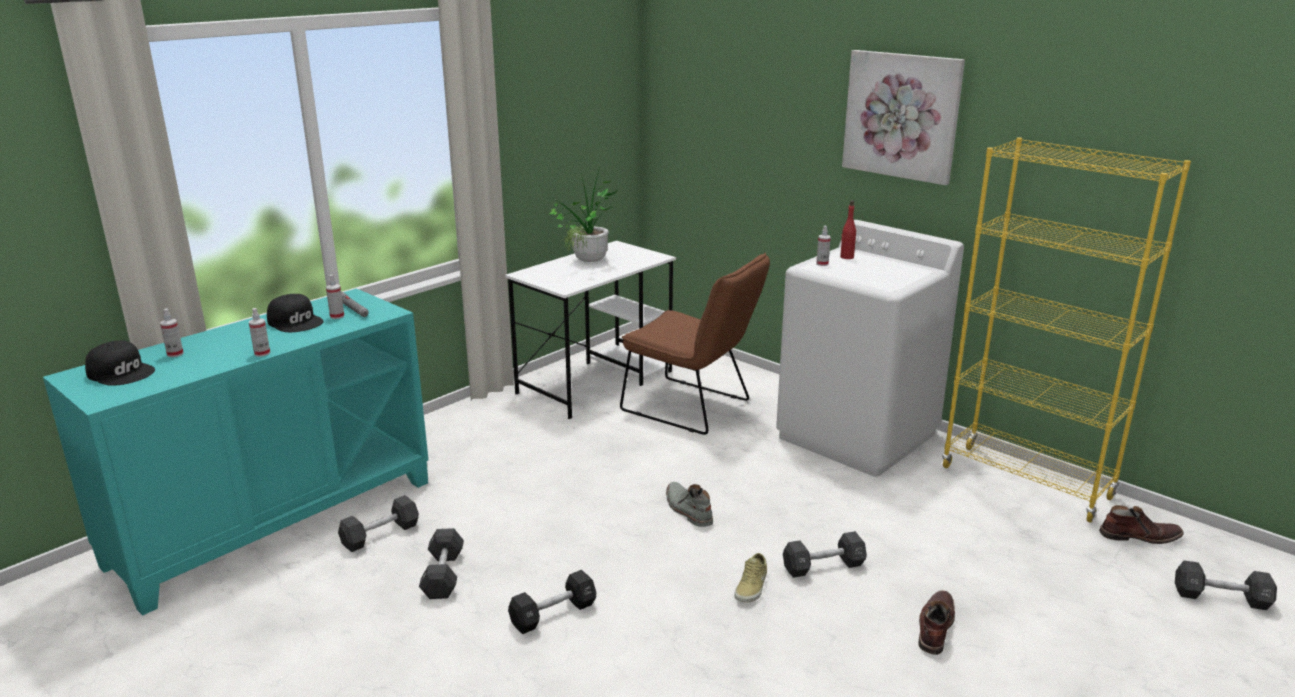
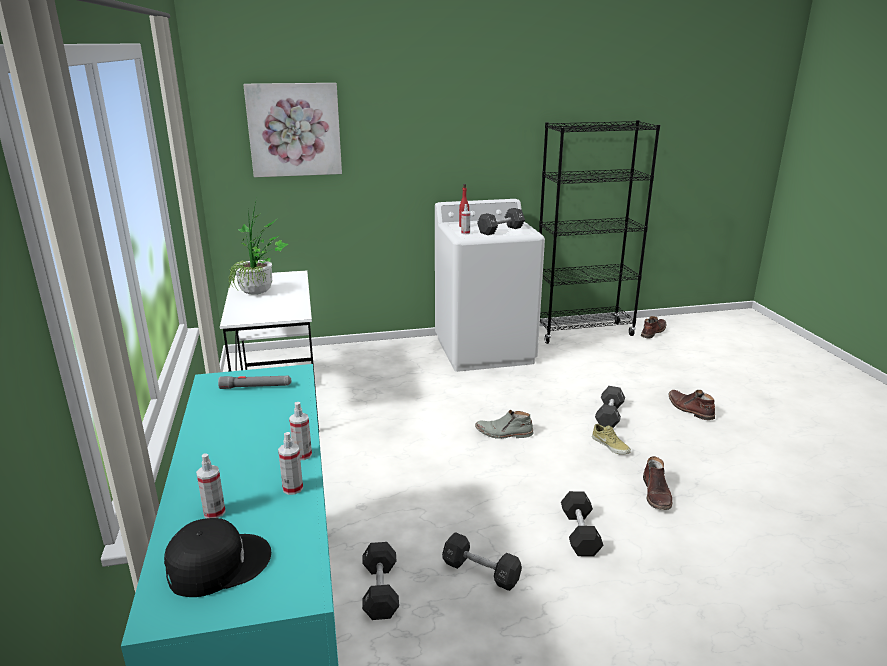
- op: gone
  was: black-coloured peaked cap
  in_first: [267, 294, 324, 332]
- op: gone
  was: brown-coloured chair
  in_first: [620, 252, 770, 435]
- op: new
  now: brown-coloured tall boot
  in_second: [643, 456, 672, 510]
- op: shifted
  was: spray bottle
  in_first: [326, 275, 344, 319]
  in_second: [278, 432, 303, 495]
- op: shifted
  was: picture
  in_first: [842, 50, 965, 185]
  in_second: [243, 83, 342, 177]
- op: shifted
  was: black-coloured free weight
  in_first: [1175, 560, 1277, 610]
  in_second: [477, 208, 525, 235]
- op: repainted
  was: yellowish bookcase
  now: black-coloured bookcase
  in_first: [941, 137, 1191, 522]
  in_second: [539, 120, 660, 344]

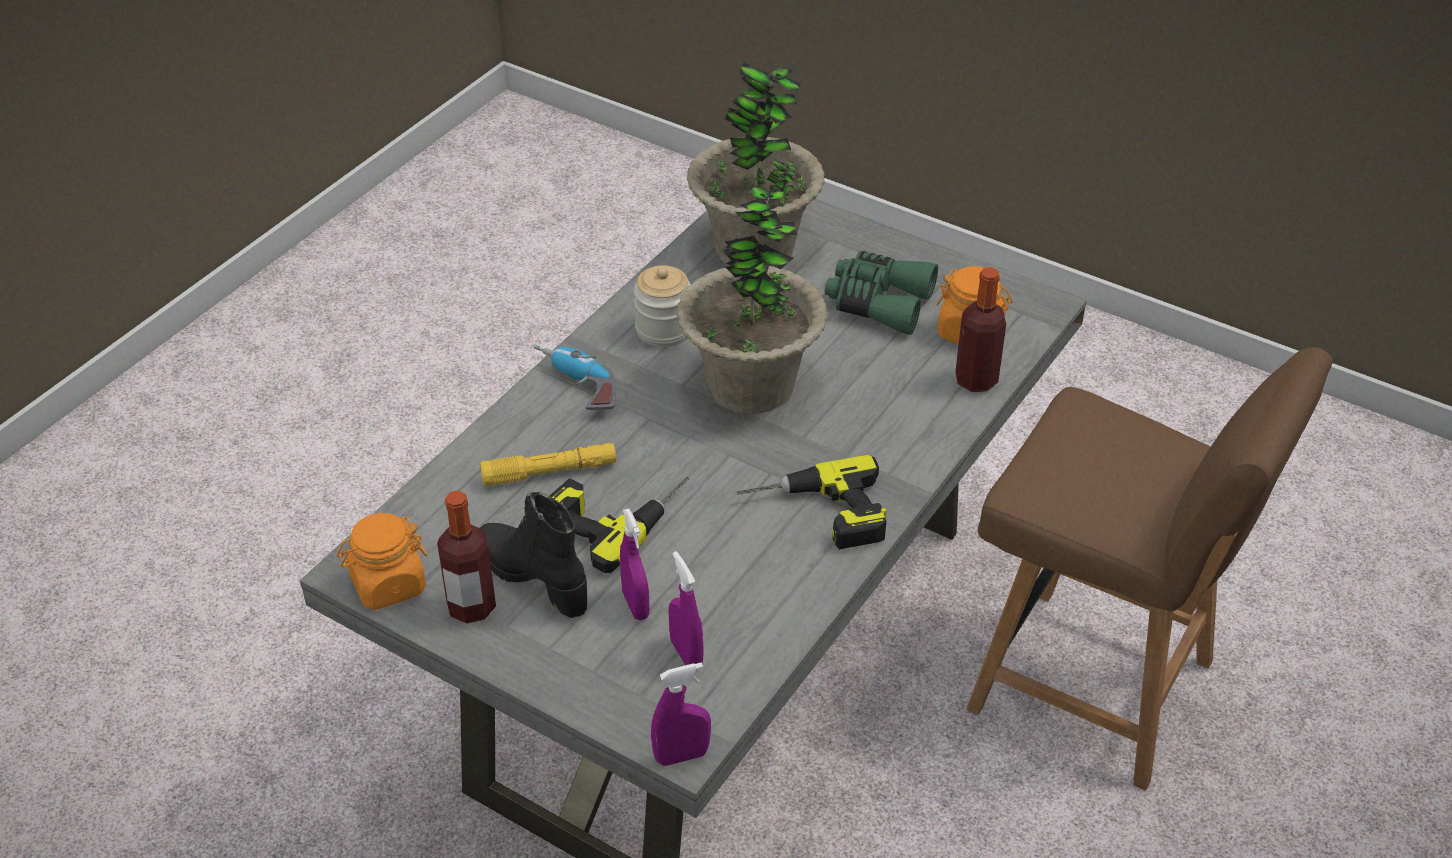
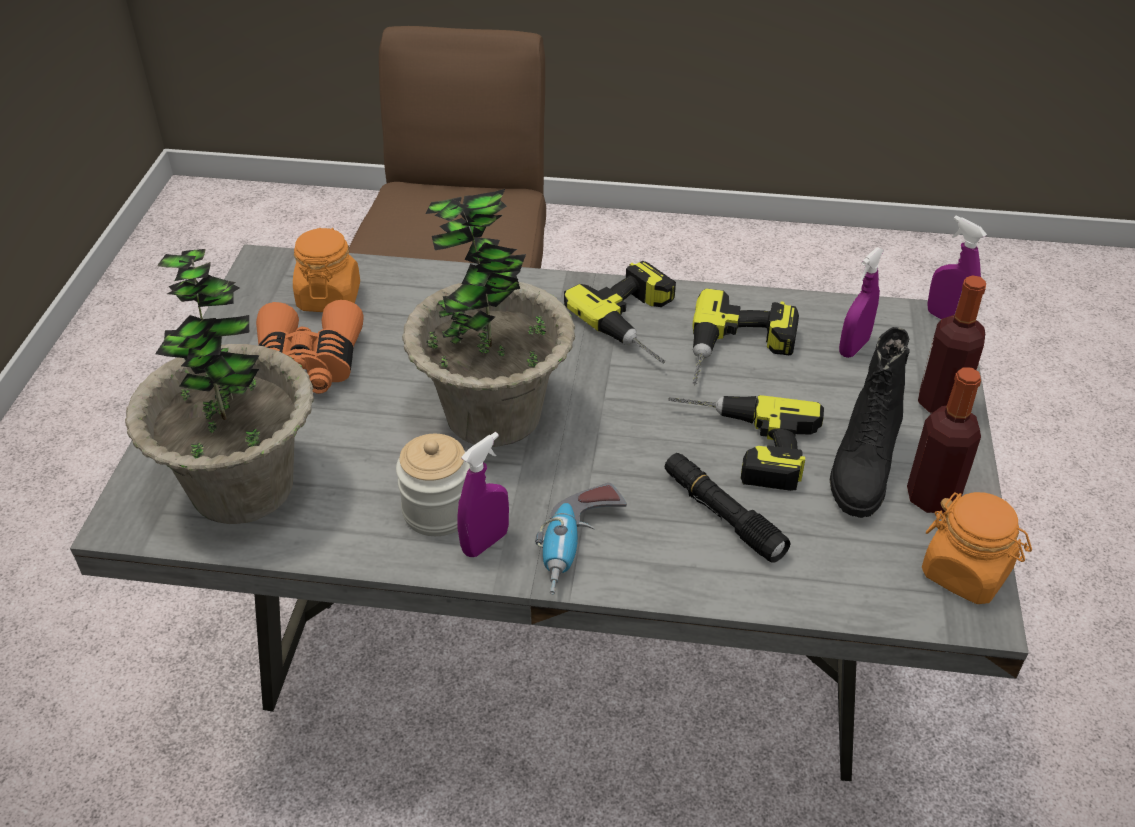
- op: new
  now: drill
  in_second: [692, 288, 799, 385]
- op: shifted
  was: purple-coloured spray bottle
  in_first: [620, 509, 650, 620]
  in_second: [457, 432, 509, 557]
- op: shifted
  was: beverage bottle
  in_first: [955, 267, 1006, 392]
  in_second: [918, 275, 986, 414]
- op: repainted
  was: yellowish flashlight
  now: black-coloured flashlight
  in_first: [480, 443, 616, 486]
  in_second: [665, 453, 791, 563]
- op: repainted
  was: green pair of binoculars
  now: orange-coloured pair of binoculars
  in_first: [825, 251, 938, 335]
  in_second: [256, 300, 363, 394]

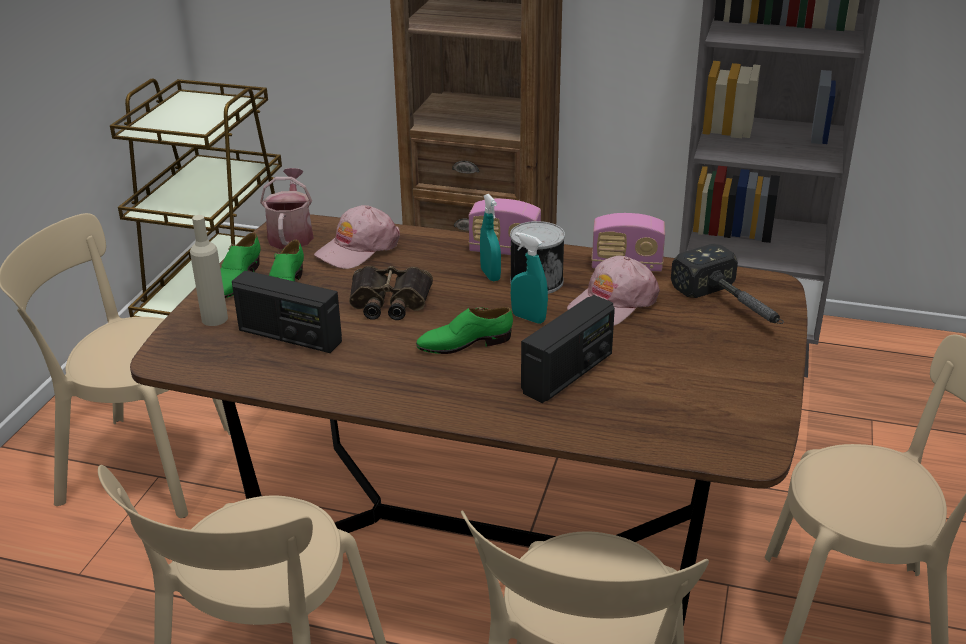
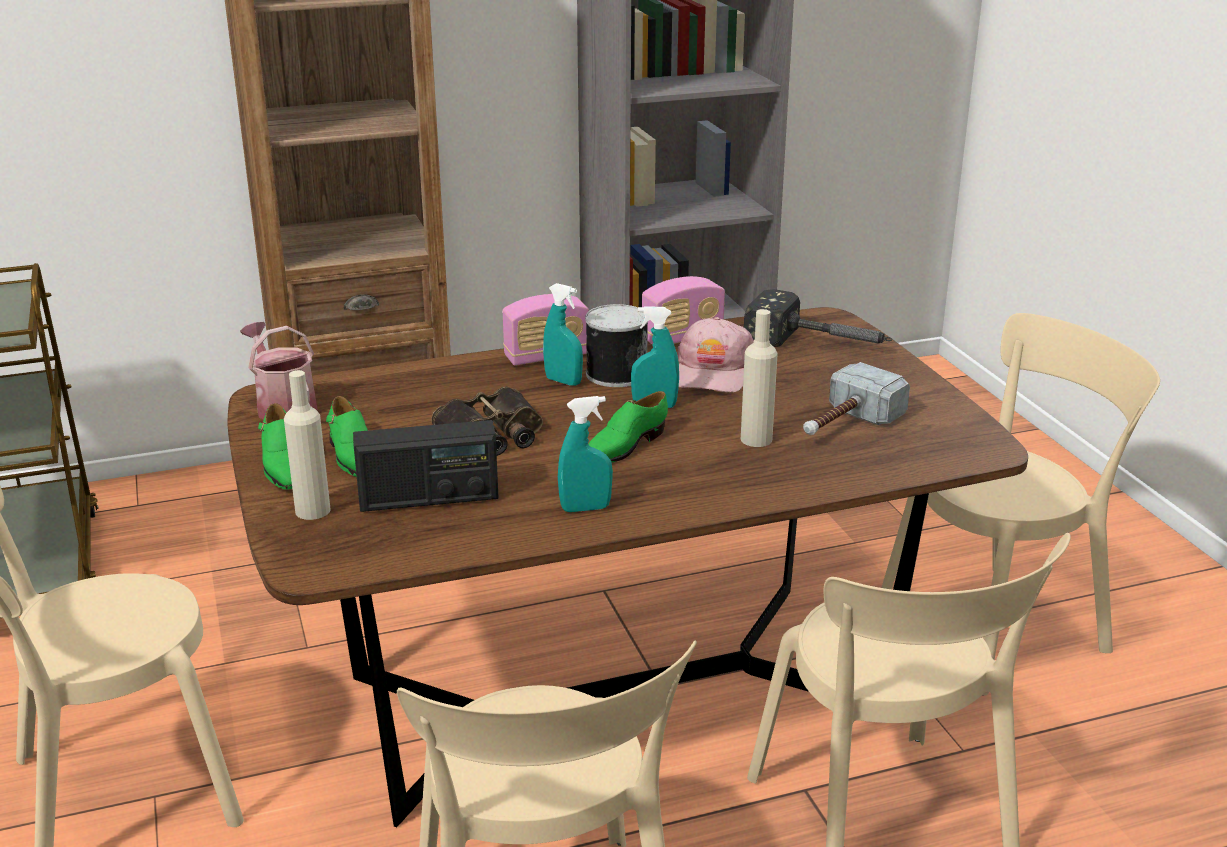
- op: gone
  was: pink peaked cap
  in_first: [314, 205, 400, 269]
- op: new
  now: blue-green spray bottle
  in_second: [558, 396, 613, 512]
- op: new
  now: hand hammer
  in_second: [803, 362, 910, 435]
- op: swapped
  was: radio set
  now: beige beverage bottle
  in_first: [521, 295, 615, 403]
  in_second: [741, 309, 778, 447]

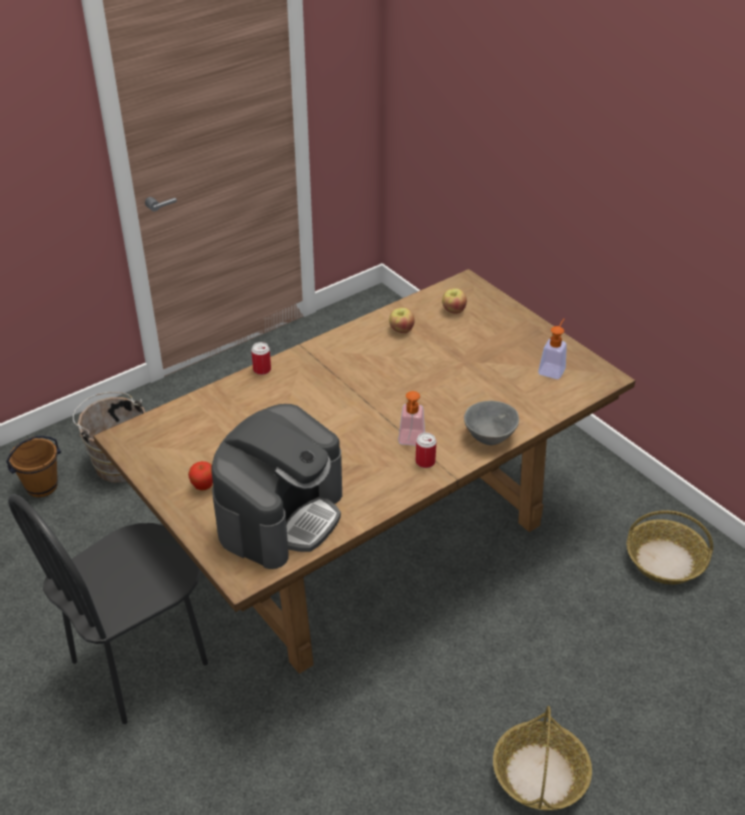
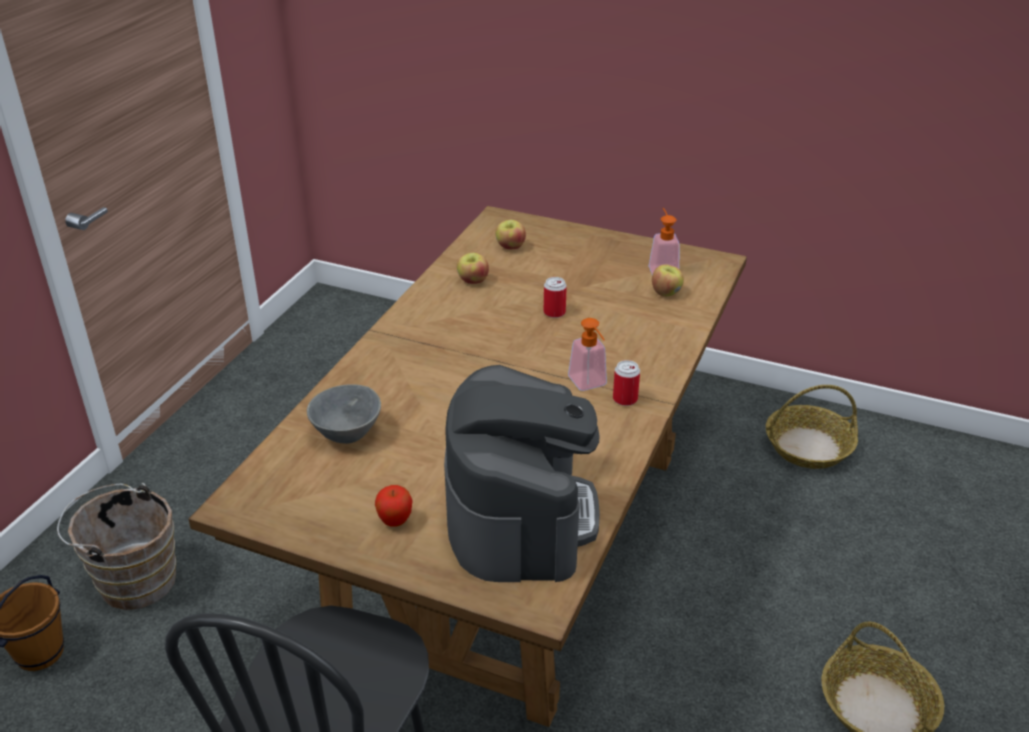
- op: new
  now: apple
  in_second: [652, 265, 684, 297]
- op: shifted
  was: sealed can
  in_first: [251, 342, 271, 375]
  in_second: [544, 277, 567, 318]
- op: shifted
  was: greyish serving bowl
  in_first: [464, 401, 519, 445]
  in_second: [307, 384, 381, 444]

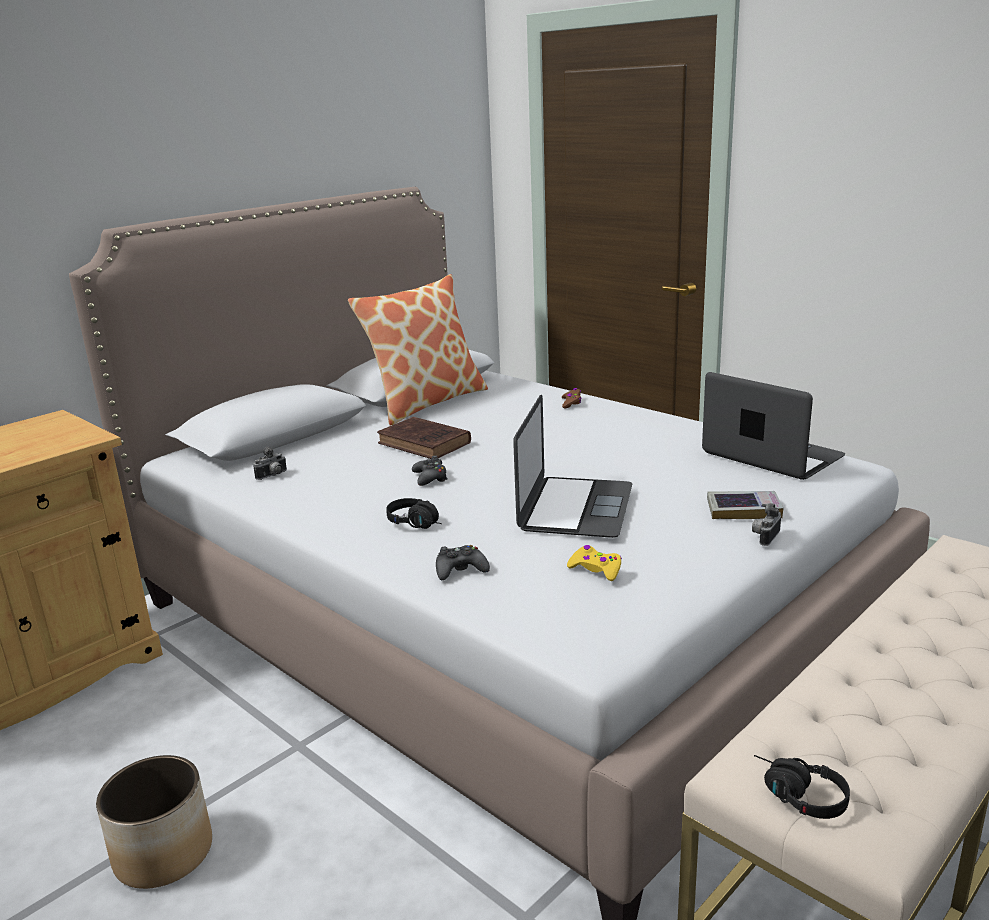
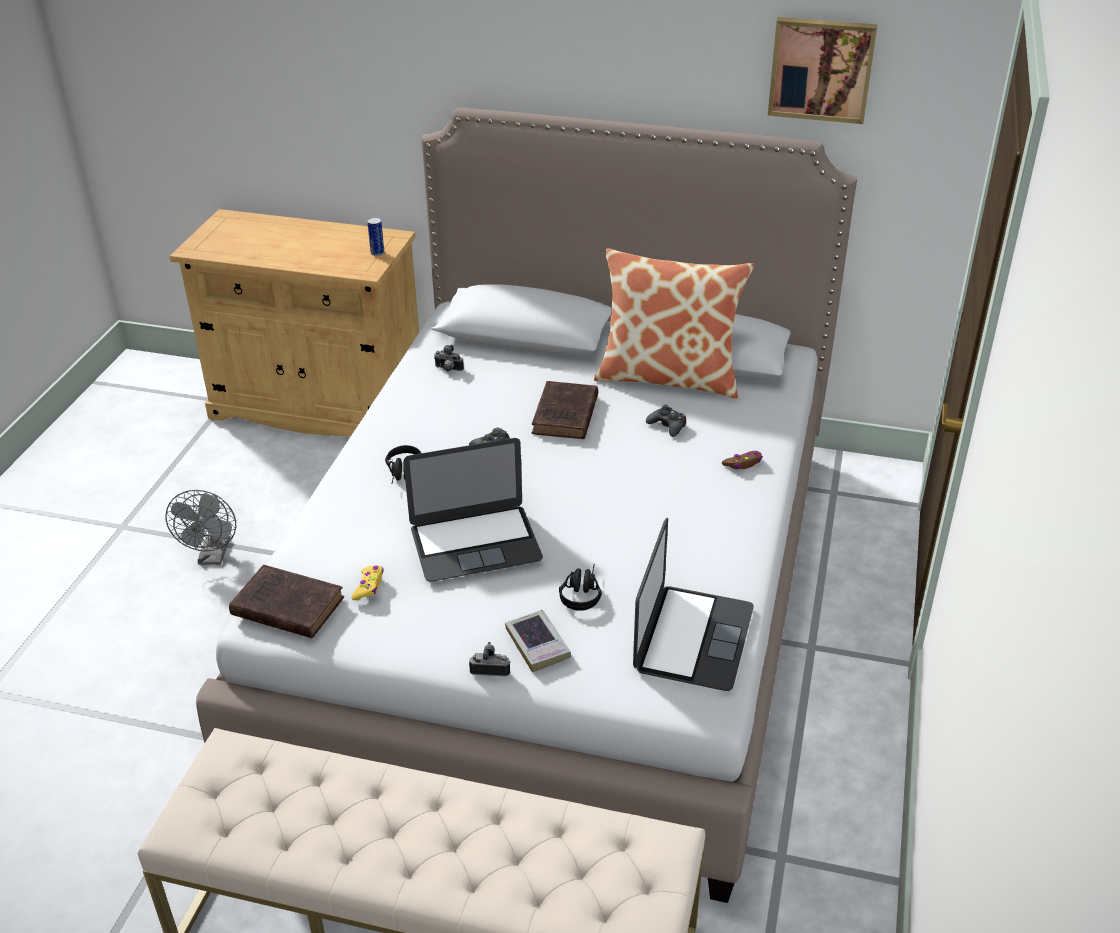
- op: new
  now: brown-coloured book
  in_second: [229, 565, 344, 639]
- op: new
  now: sealed can
  in_second: [367, 217, 384, 256]
- op: new
  now: picture
  in_second: [768, 17, 878, 124]
- op: shifted
  was: black-coloured game controller
  in_first: [436, 545, 490, 580]
  in_second: [646, 404, 686, 437]
- op: shifted
  was: black-coloured headphones
  in_first: [754, 755, 850, 819]
  in_second: [559, 565, 602, 611]
- op: swapped
  was: planter
  now: greyish fan
  in_first: [96, 755, 212, 889]
  in_second: [165, 490, 236, 565]

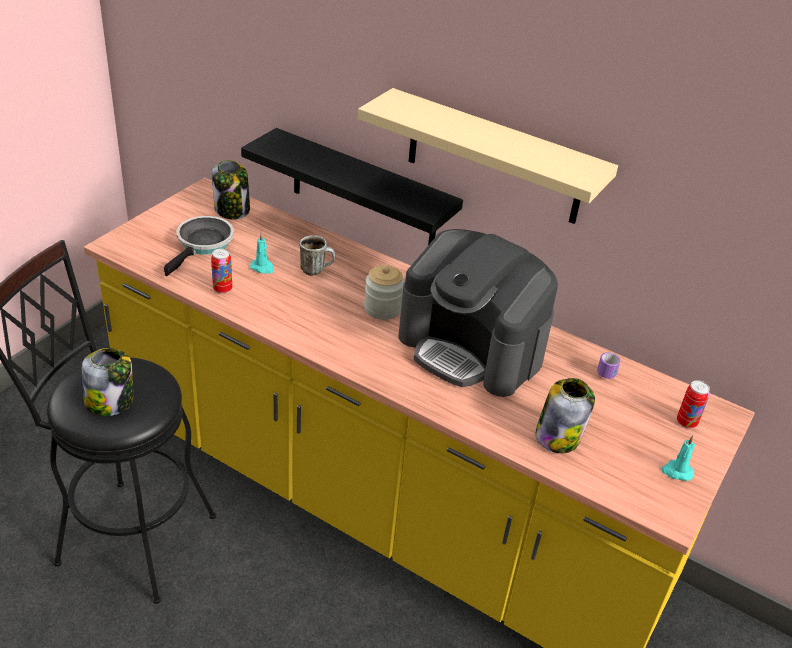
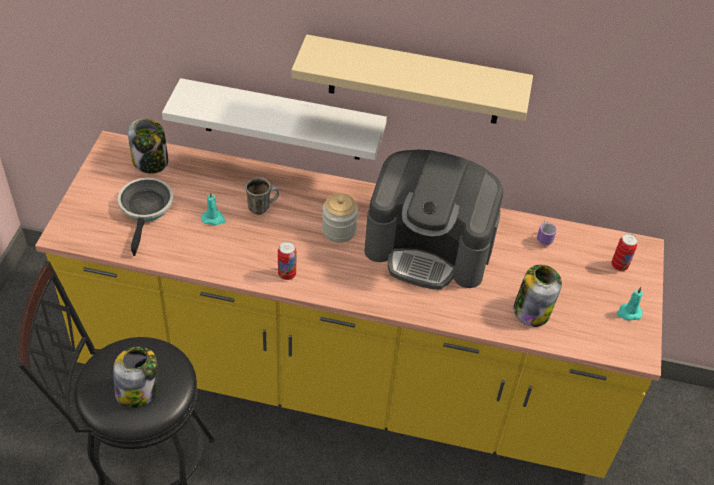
- op: shifted
  was: sealed can
  in_first: [211, 249, 232, 294]
  in_second: [278, 241, 296, 280]
- op: repainted
  was: black-coloured shelf
  now: white shelf
  in_first: [241, 128, 463, 245]
  in_second: [162, 78, 387, 160]

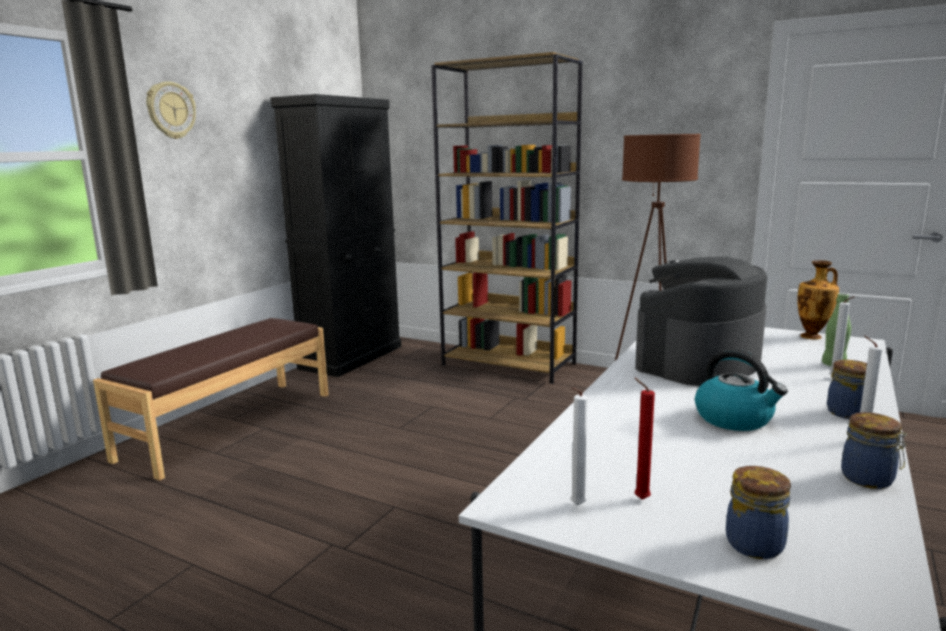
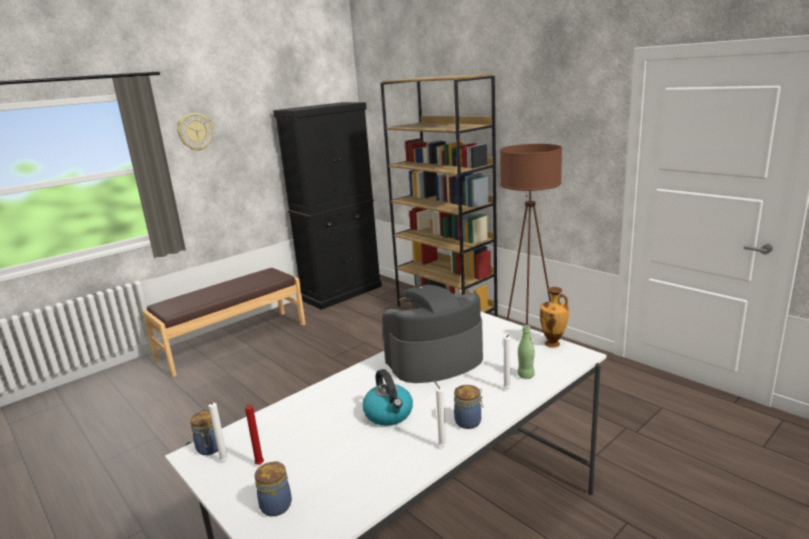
- op: shifted
  was: preserve jar
  in_first: [841, 412, 907, 489]
  in_second: [190, 410, 218, 455]

